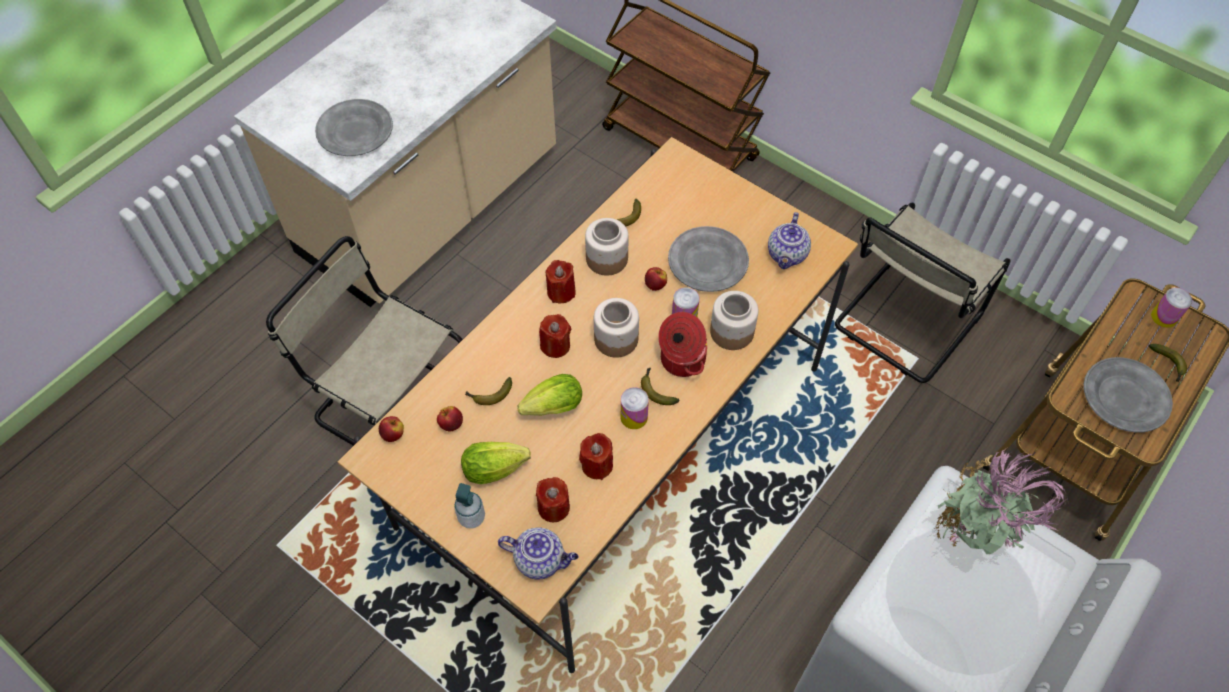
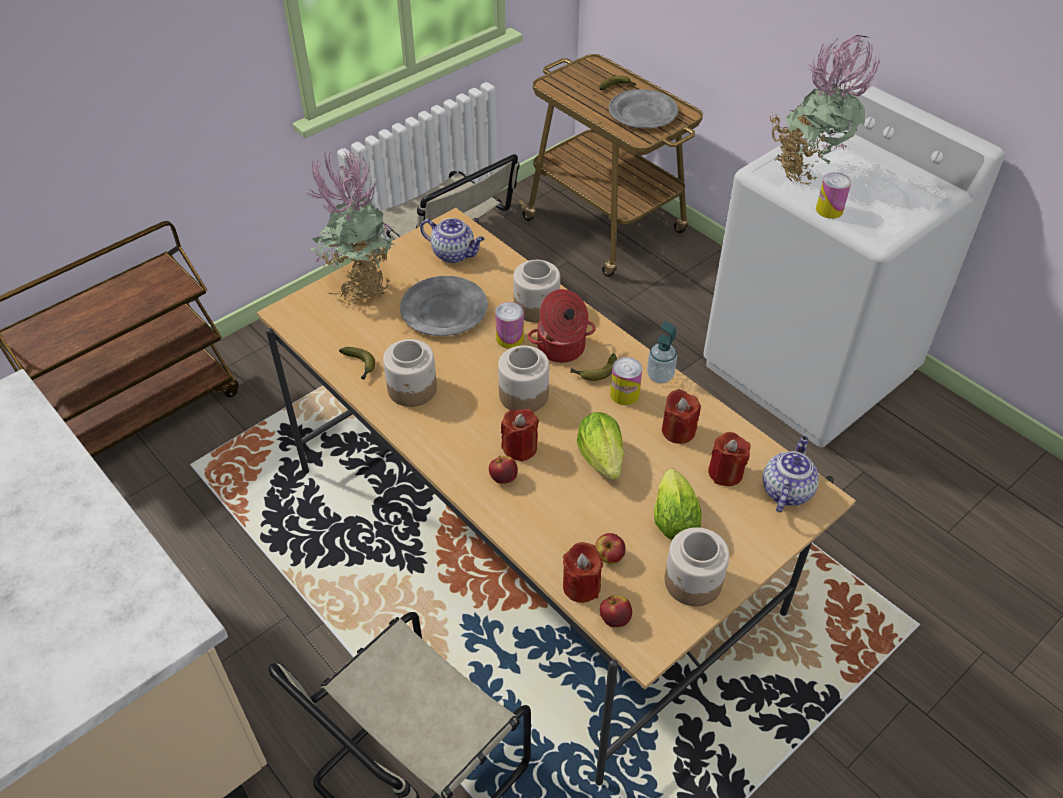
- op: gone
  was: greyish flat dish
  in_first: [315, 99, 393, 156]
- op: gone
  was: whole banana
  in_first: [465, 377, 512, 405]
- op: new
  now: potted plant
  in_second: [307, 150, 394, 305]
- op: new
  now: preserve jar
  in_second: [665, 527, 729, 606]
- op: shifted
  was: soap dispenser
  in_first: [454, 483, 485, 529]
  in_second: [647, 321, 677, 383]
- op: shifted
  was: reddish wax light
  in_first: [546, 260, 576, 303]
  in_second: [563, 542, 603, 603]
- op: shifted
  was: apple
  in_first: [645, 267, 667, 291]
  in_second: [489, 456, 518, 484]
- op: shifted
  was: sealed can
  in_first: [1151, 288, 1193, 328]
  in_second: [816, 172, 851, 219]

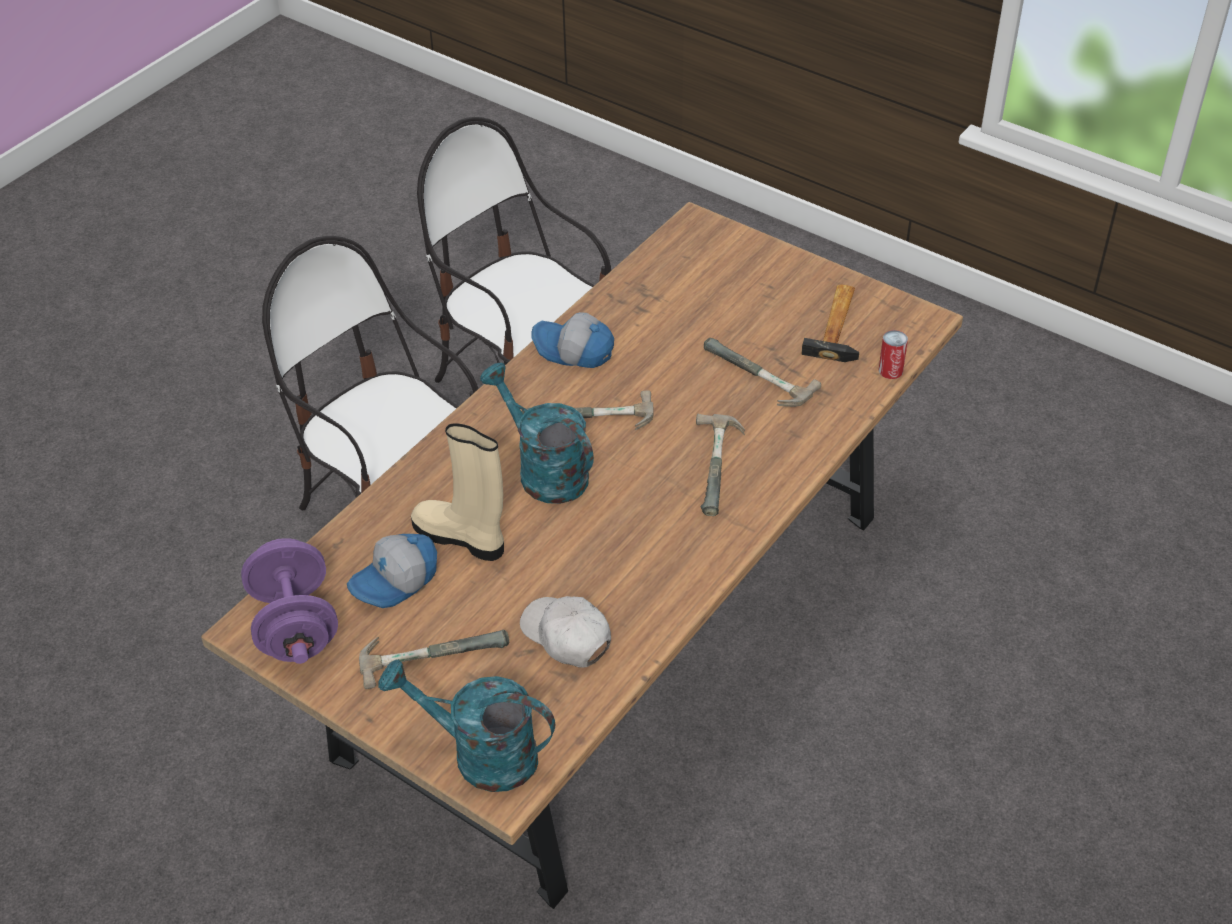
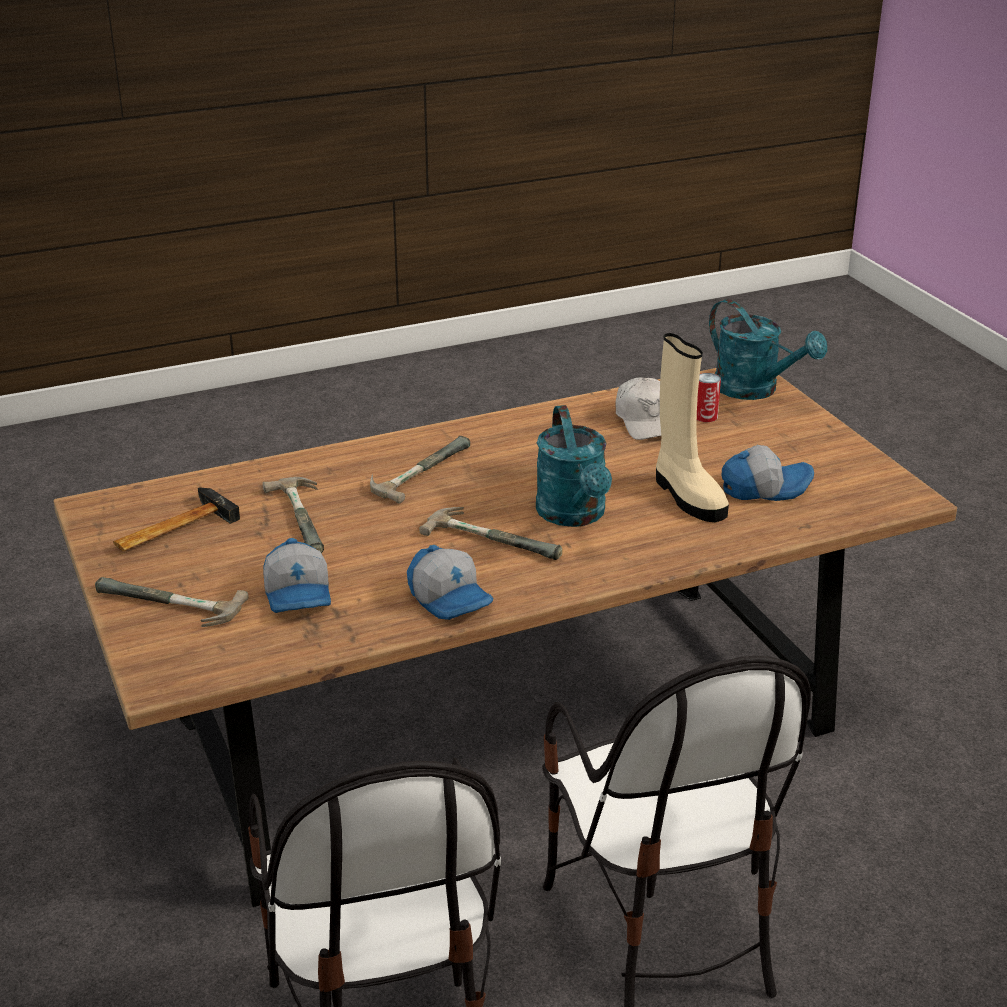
- op: gone
  was: purple-coloured free weight
  in_first: [241, 538, 338, 664]
- op: new
  now: peaked cap
  in_second: [264, 538, 331, 613]
- op: shifted
  was: hand hammer
  in_first: [359, 629, 509, 689]
  in_second: [95, 577, 249, 627]
- op: shifted
  was: sealed can
  in_first: [878, 330, 908, 379]
  in_second: [697, 373, 721, 422]

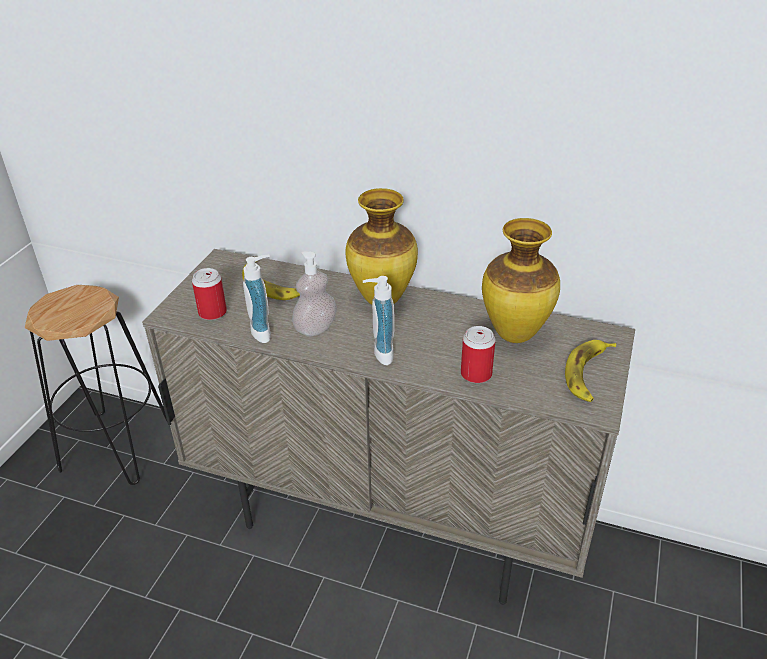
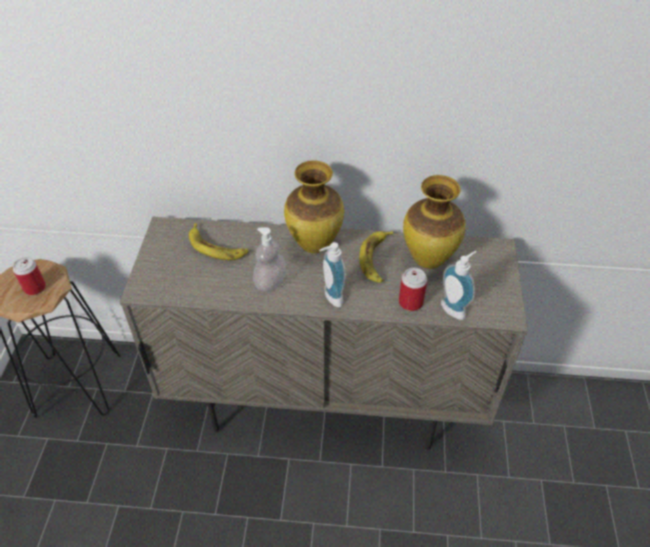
- op: shifted
  was: sealed can
  in_first: [192, 268, 227, 320]
  in_second: [13, 257, 46, 295]
- op: shifted
  was: soap dispenser
  in_first: [243, 255, 271, 343]
  in_second: [441, 251, 477, 320]
- op: shifted
  was: whole banana
  in_first: [565, 340, 616, 402]
  in_second: [359, 231, 393, 283]

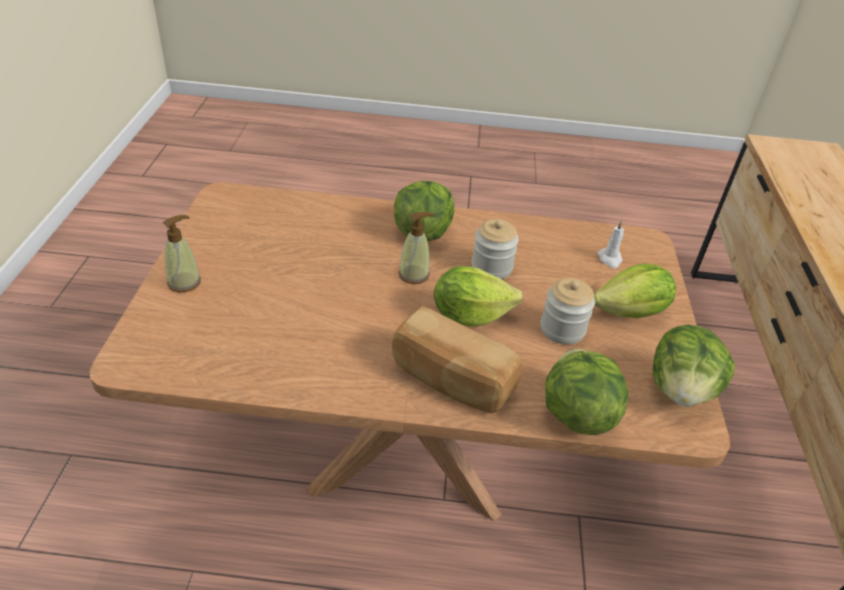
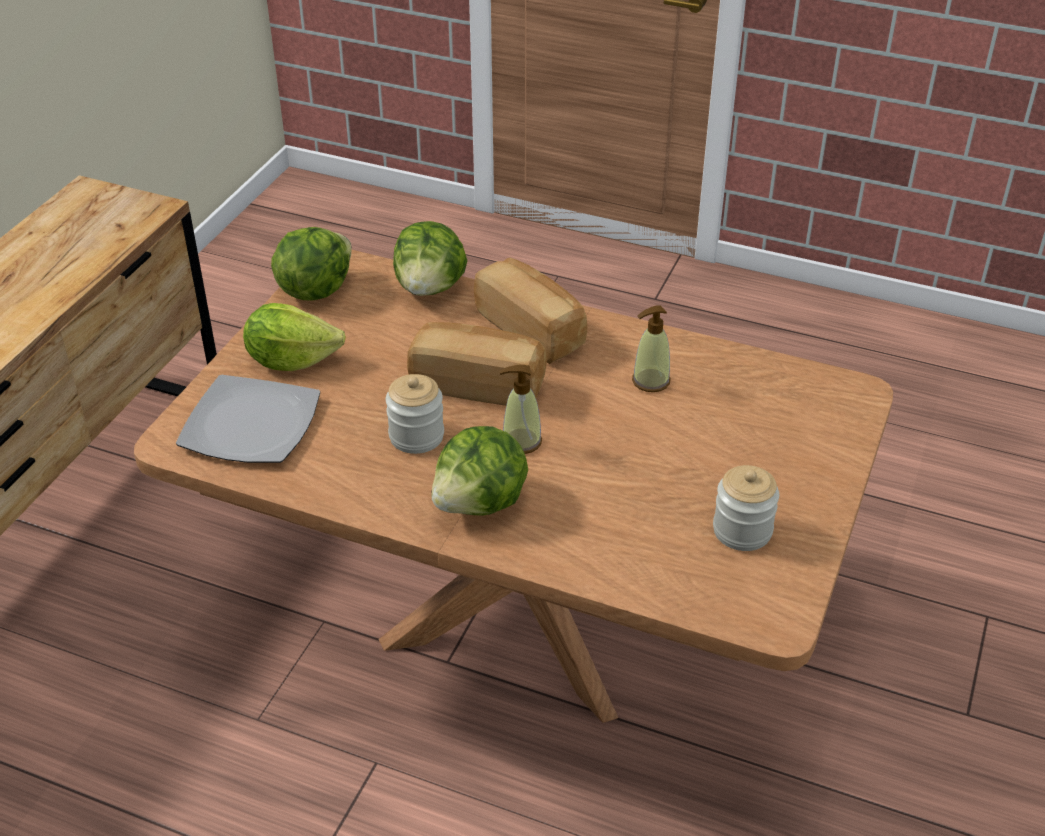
- op: shifted
  was: soap dispenser
  in_first: [163, 215, 201, 292]
  in_second: [632, 305, 671, 392]
- op: shifted
  was: preserve jar
  in_first: [541, 278, 595, 345]
  in_second: [713, 465, 779, 551]
- op: swapped
  was: head of lettuce
  now: baked bread
  in_first: [434, 266, 523, 326]
  in_second: [407, 322, 547, 406]
- op: swapped
  was: white wax light
  now: flat dish
  in_first: [597, 220, 624, 268]
  in_second: [176, 375, 320, 463]

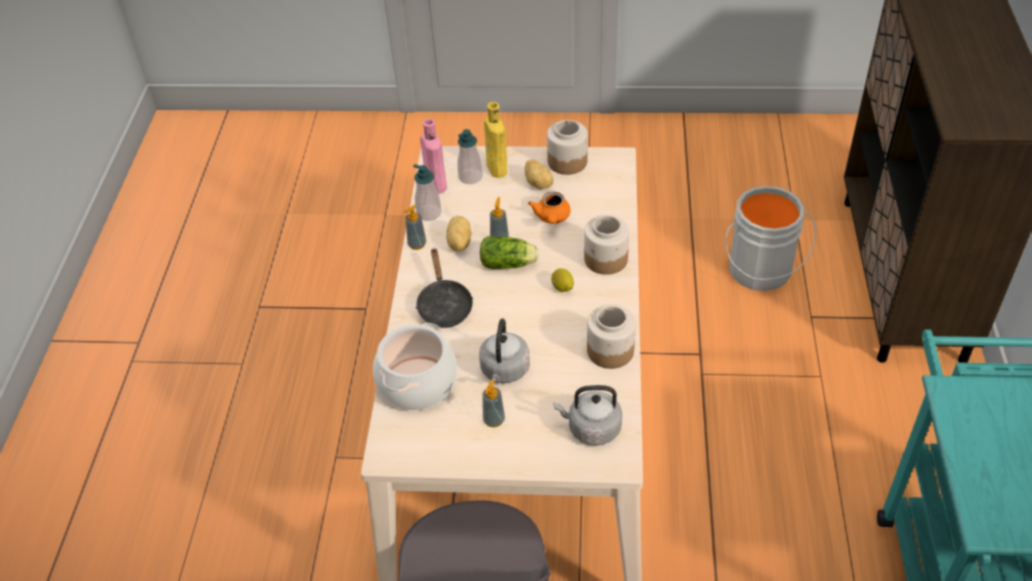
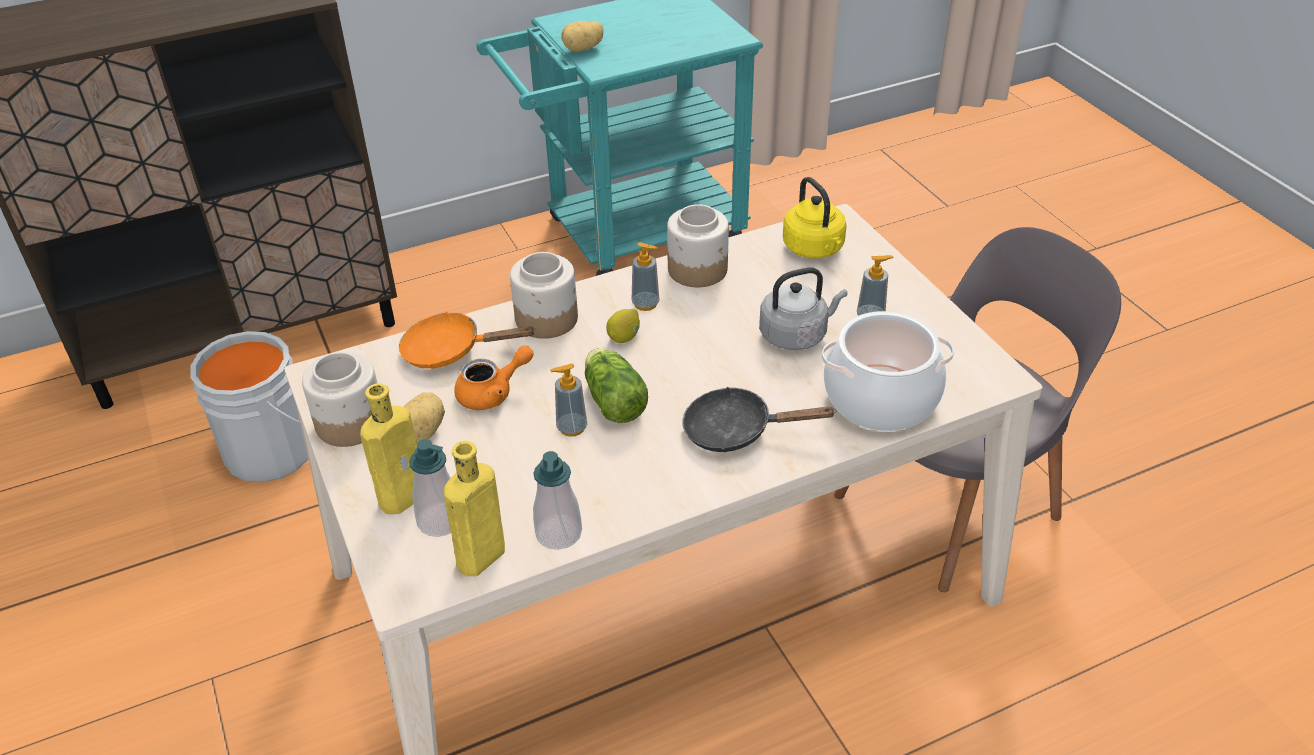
- op: new
  now: orange-coloured frying pan
  in_second: [399, 312, 536, 369]
- op: shifted
  was: soap dispenser
  in_first: [403, 205, 426, 250]
  in_second: [632, 242, 660, 311]
- op: shifted
  was: whole potato
  in_first: [446, 216, 472, 251]
  in_second: [561, 21, 603, 52]
- op: repainted
  was: pink beverage bottle
  now: yellowish beverage bottle
  in_first: [420, 119, 447, 194]
  in_second: [444, 441, 505, 576]
- op: repainted
  was: greyish water kettle
  now: yellowish water kettle
  in_first: [553, 385, 622, 446]
  in_second: [783, 177, 847, 259]
- op: rotated
  was: black-coloured frying pan
  in_first: [416, 248, 473, 328]
  in_second: [682, 387, 836, 452]
  clockwise: -135

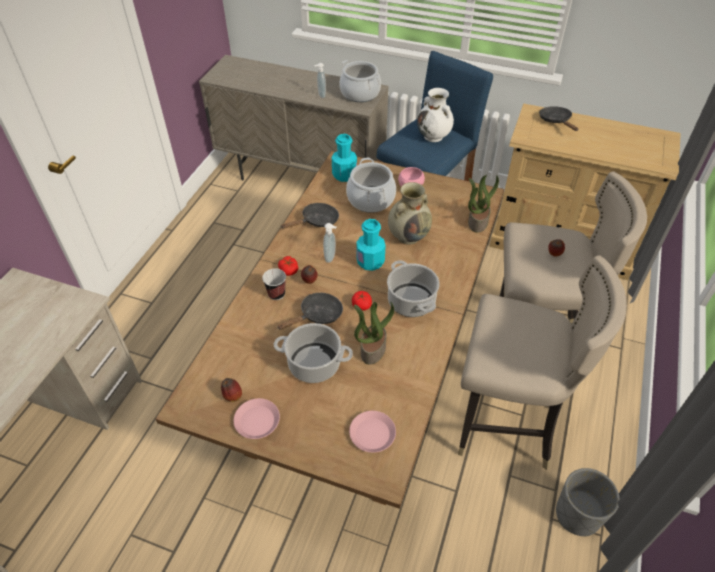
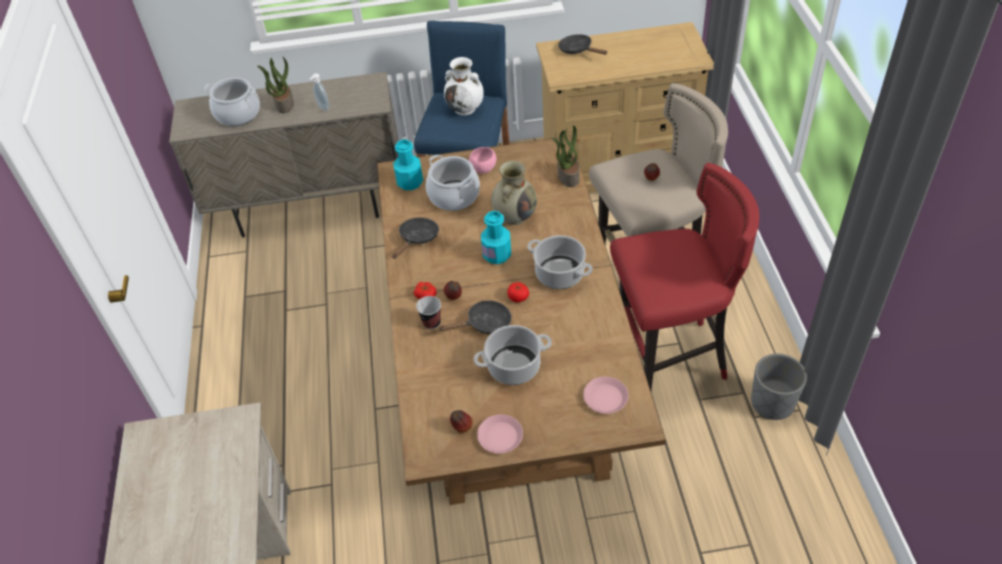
- op: gone
  was: soap dispenser
  in_first: [323, 223, 337, 263]
- op: shifted
  was: saucepot
  in_first: [339, 60, 381, 102]
  in_second: [204, 77, 260, 126]
- op: shifted
  was: potted plant
  in_first: [354, 302, 394, 365]
  in_second: [257, 56, 294, 113]
- op: repainted
  was: beige stool seat
  now: reddish stool seat
  in_first: [458, 255, 627, 470]
  in_second: [610, 163, 759, 391]
- op: rotated
  was: black-coloured frying pan
  in_first: [277, 293, 343, 330]
  in_second: [438, 301, 512, 334]
  clockwise: 45

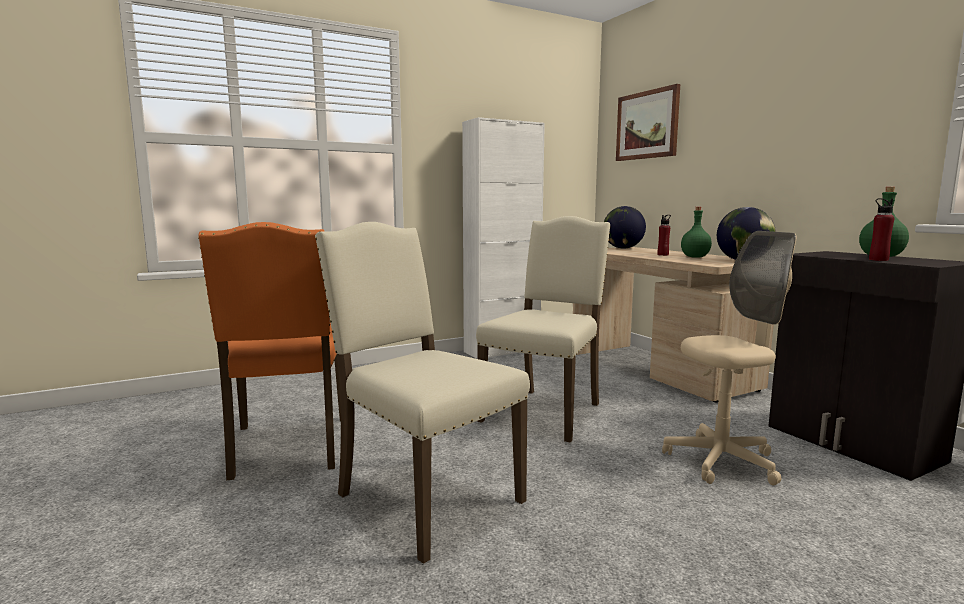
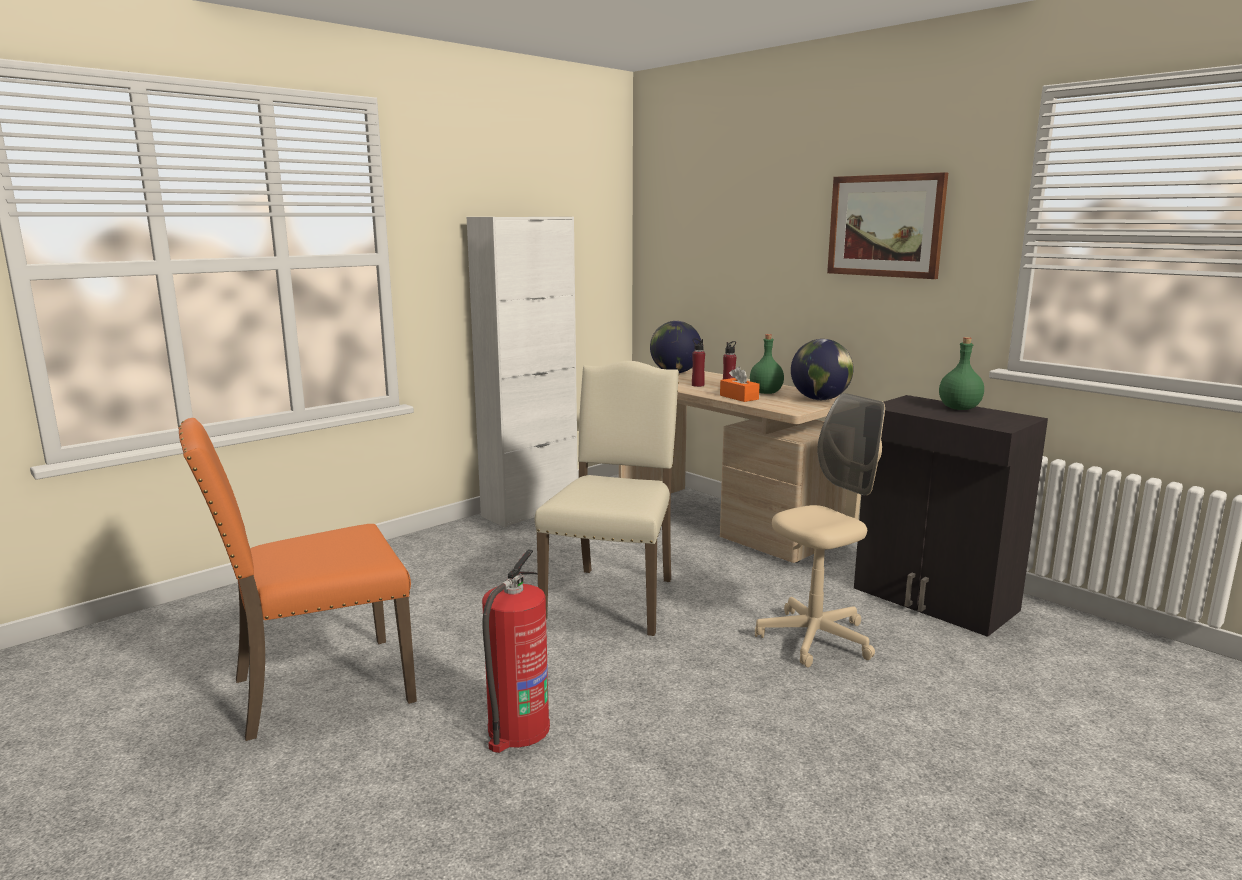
- op: new
  now: orange-coloured tissue holder
  in_second: [720, 366, 760, 402]
- op: shifted
  was: picture
  in_first: [616, 84, 680, 161]
  in_second: [827, 172, 948, 279]
- op: shifted
  was: reddish beverage bottle
  in_first: [869, 198, 894, 261]
  in_second: [692, 338, 705, 387]
- op: swapped
  was: beige chair
  now: extinguisher
  in_first: [315, 222, 530, 564]
  in_second: [482, 549, 550, 753]
- op: rotated
  was: orange-coloured chair
  in_first: [198, 222, 341, 480]
  in_second: [179, 418, 417, 741]
  clockwise: 90

